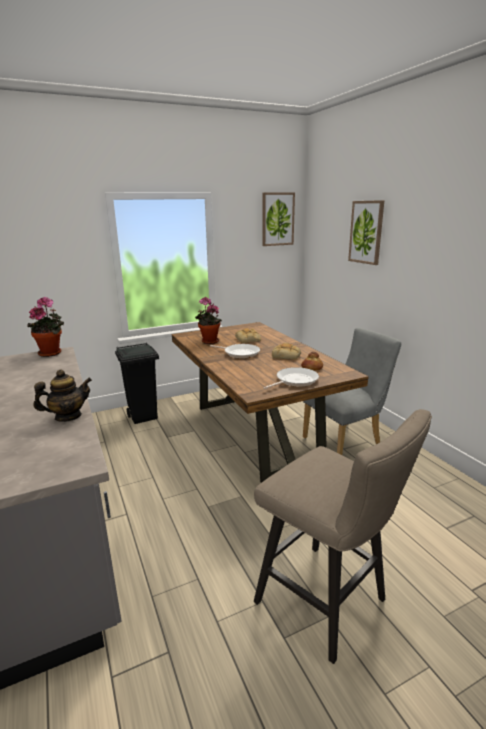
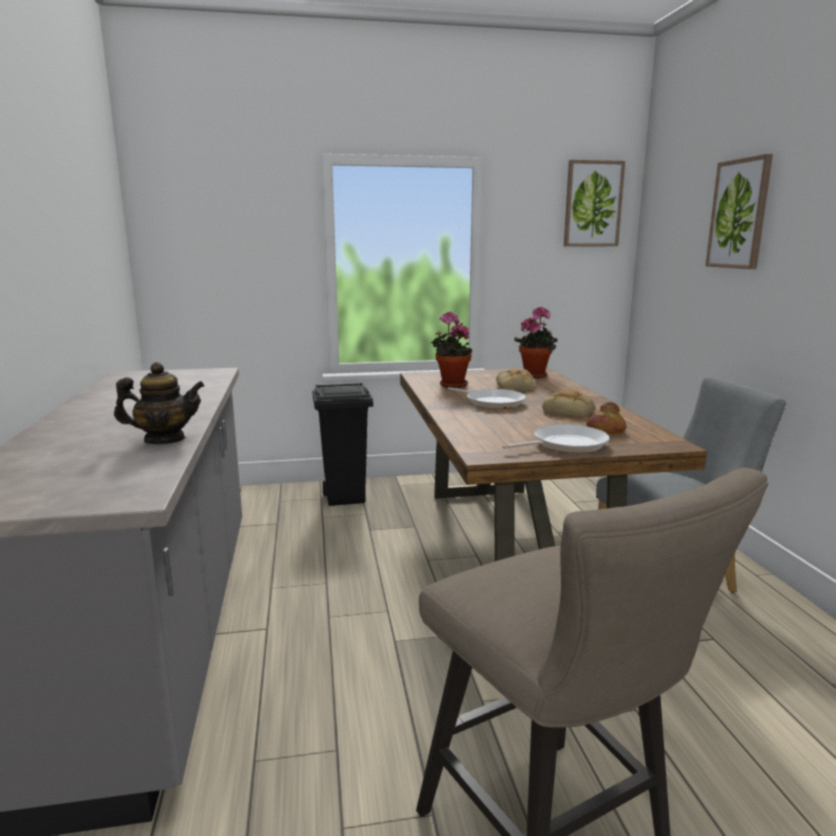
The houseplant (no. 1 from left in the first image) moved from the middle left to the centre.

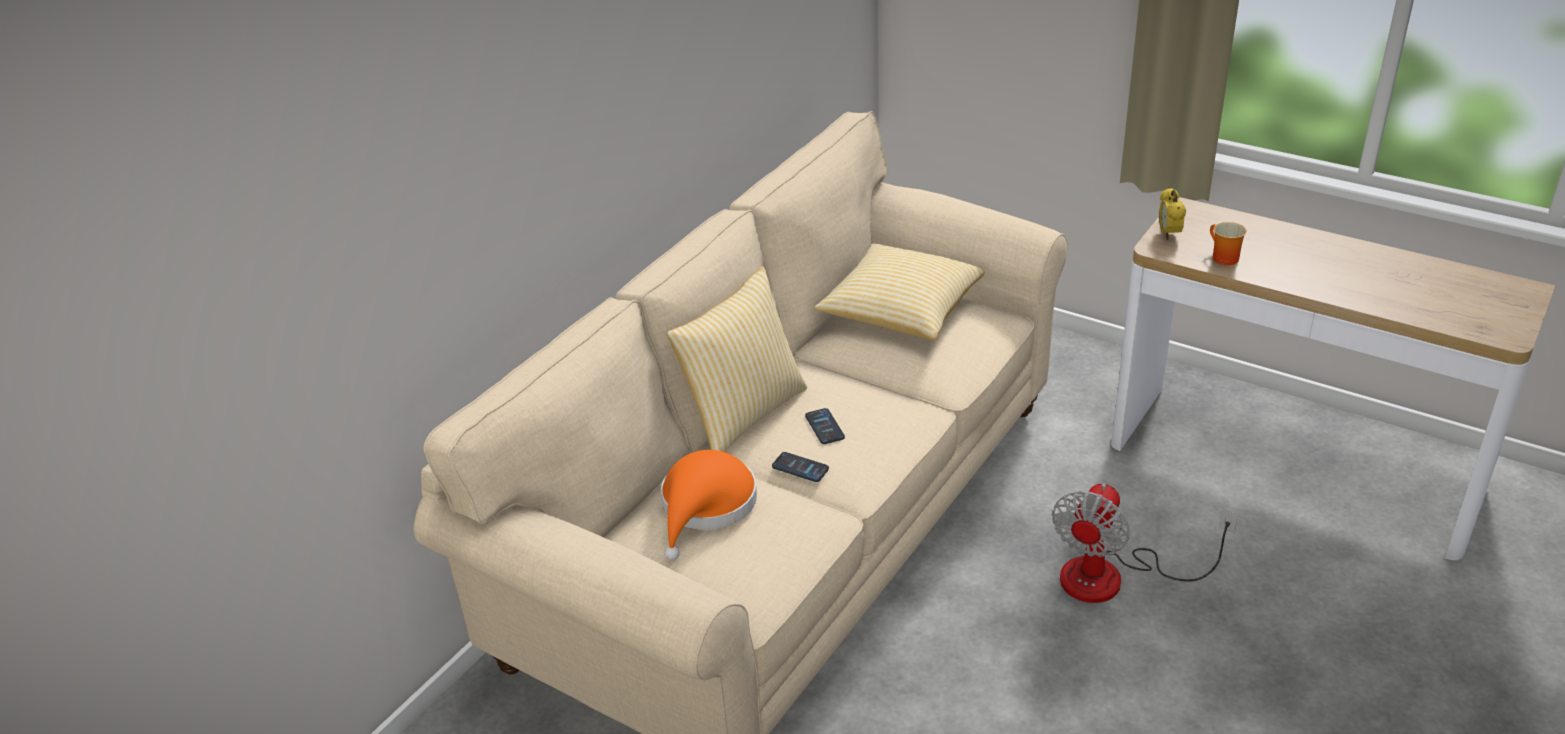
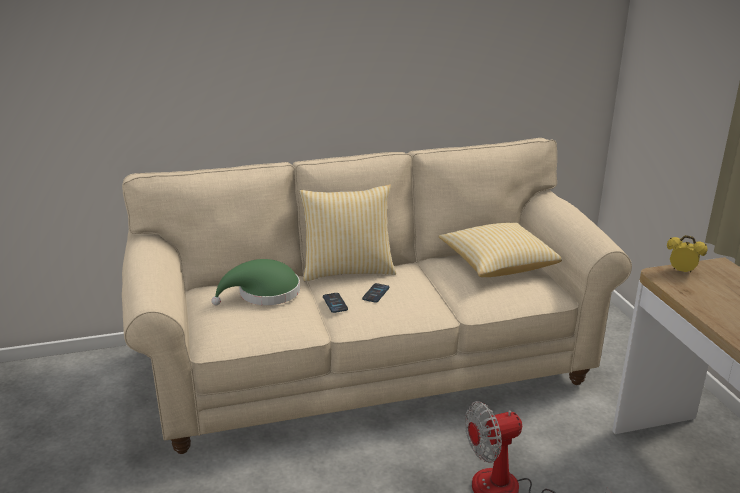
The hat (orange) at the bottom centre became the hat (greenish) at the centre. The table clock at the top right turned 75 degrees clockwise. The mug at the top right disappeared.

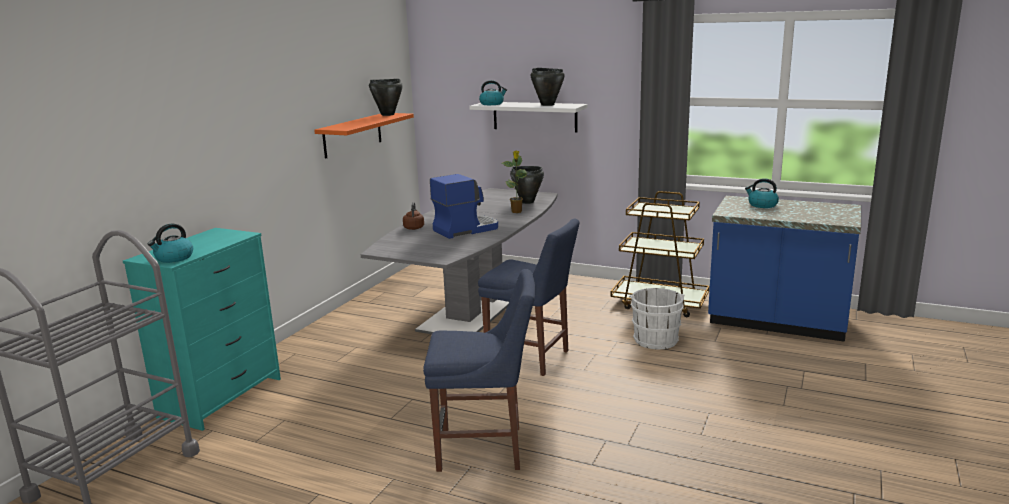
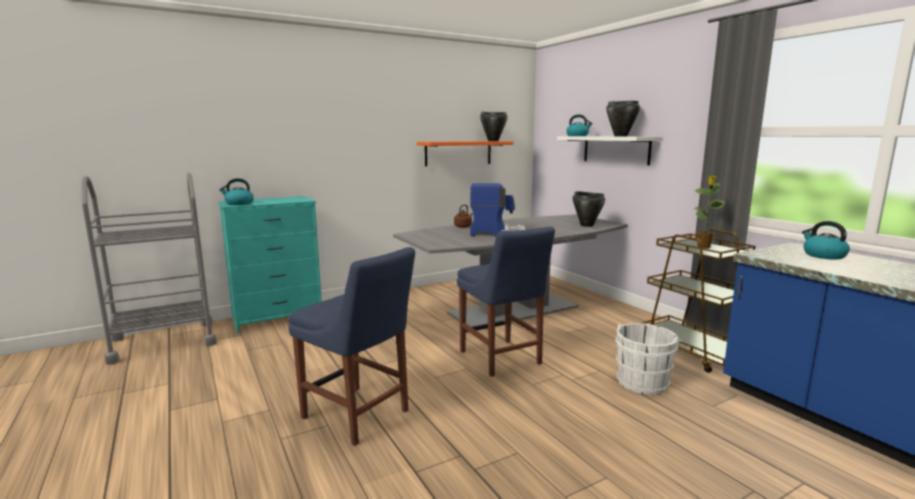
The houseplant moved from the centre to the middle right.

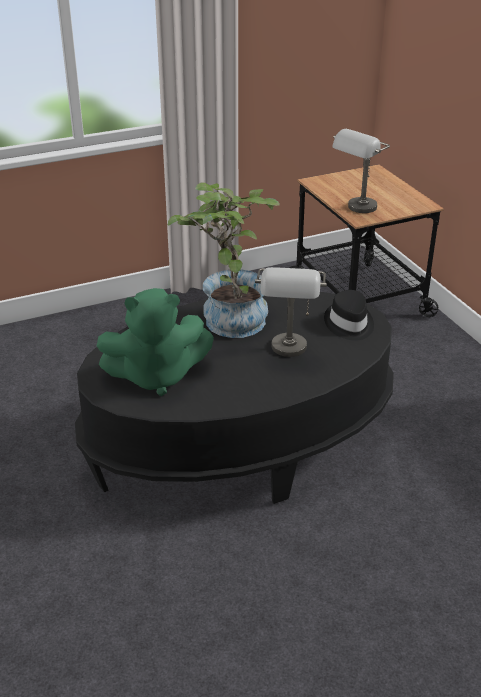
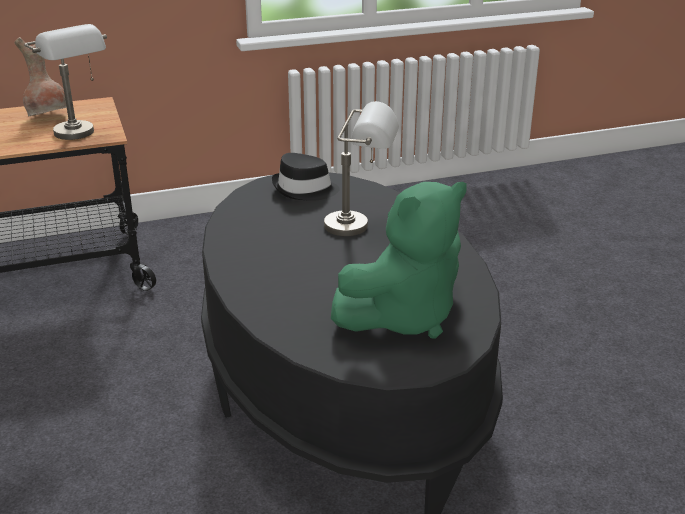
The plush toy (greenish) at the middle left turned 60 degrees clockwise. The houseplant at the centre disappeared. The flower vase (brown-coloured) at the top left appeared.

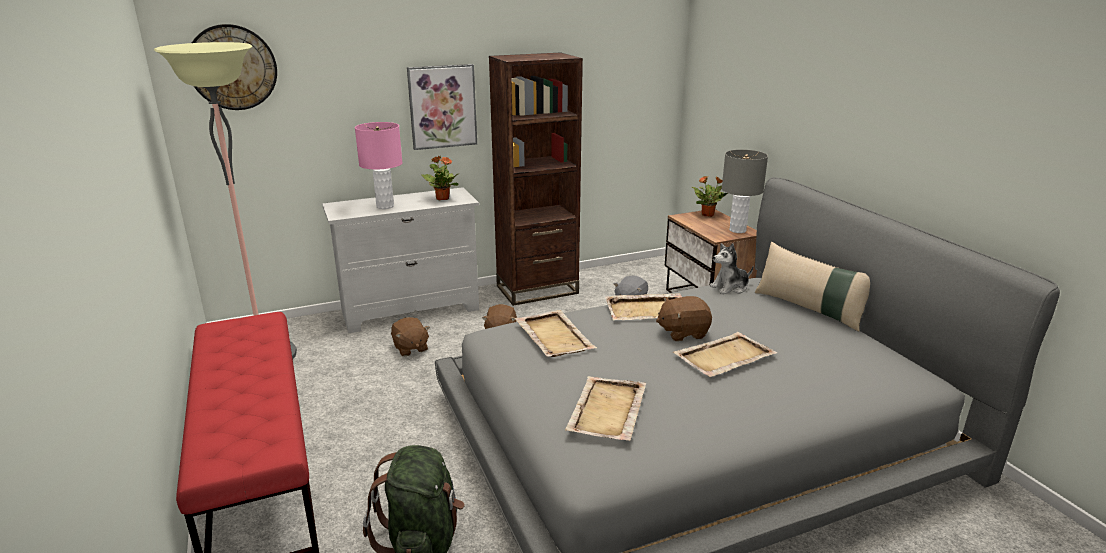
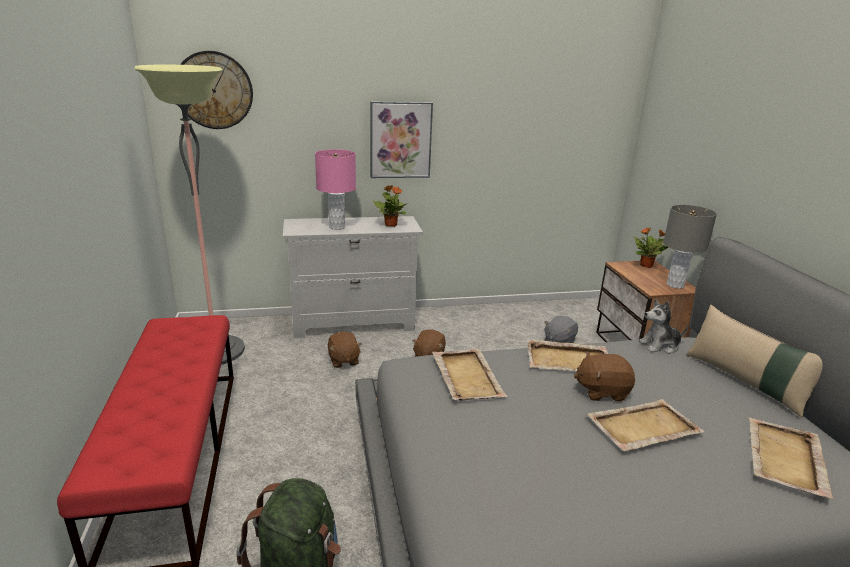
The bookcase (brown-coloured) at the top centre disappeared. The carrying tray (beige-coloured) (no. 2 from left in the first image) moved from the bottom centre to the bottom right.

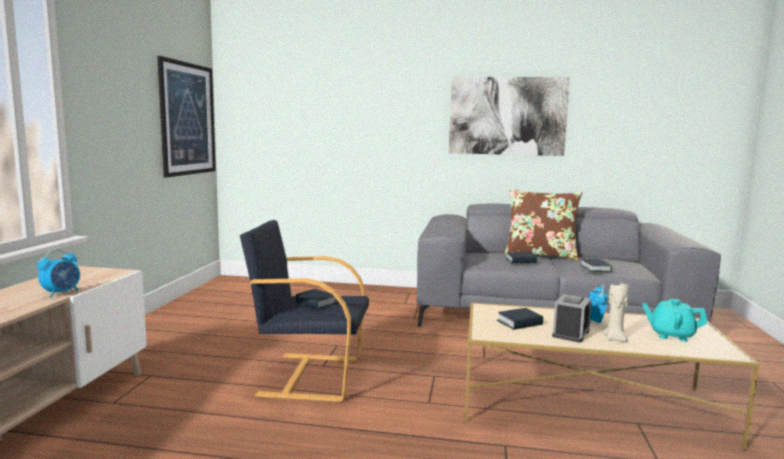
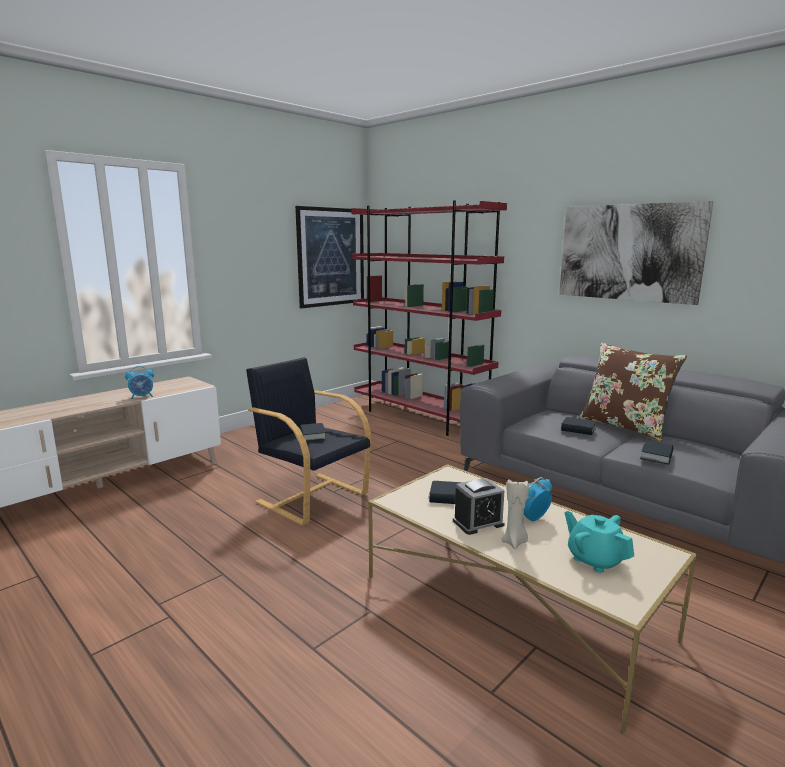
The bookcase (red) at the centre appeared.

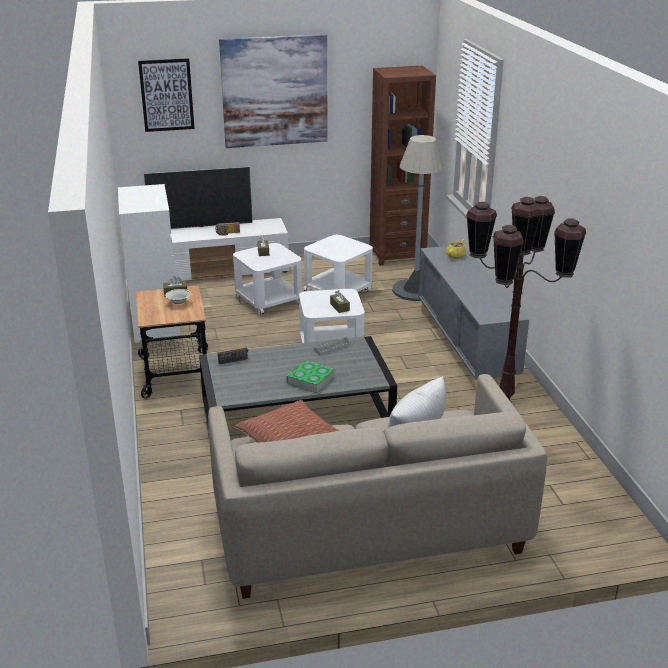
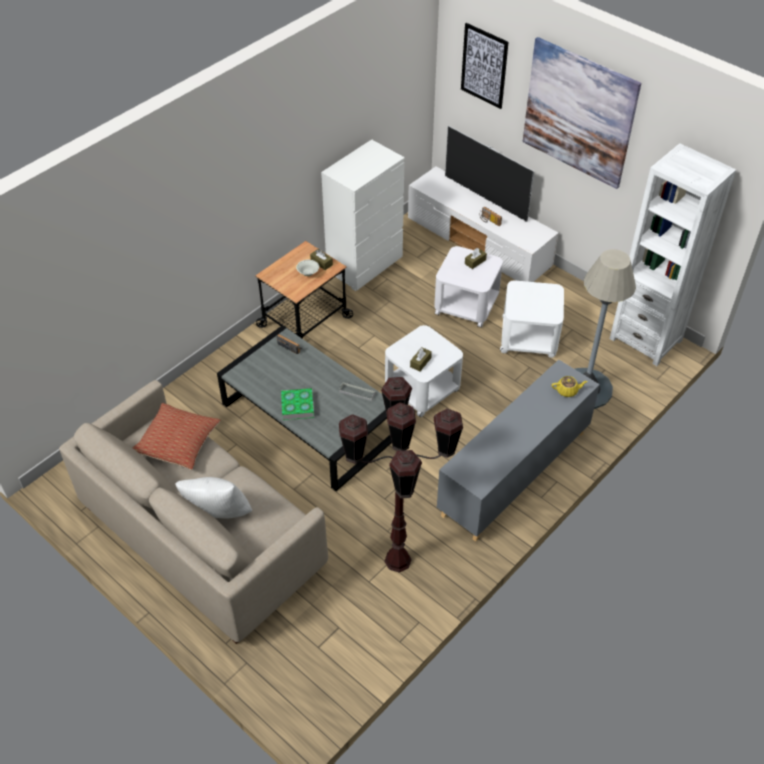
The bookcase (brown-coloured) at the top centre became the bookcase (white) at the top right.

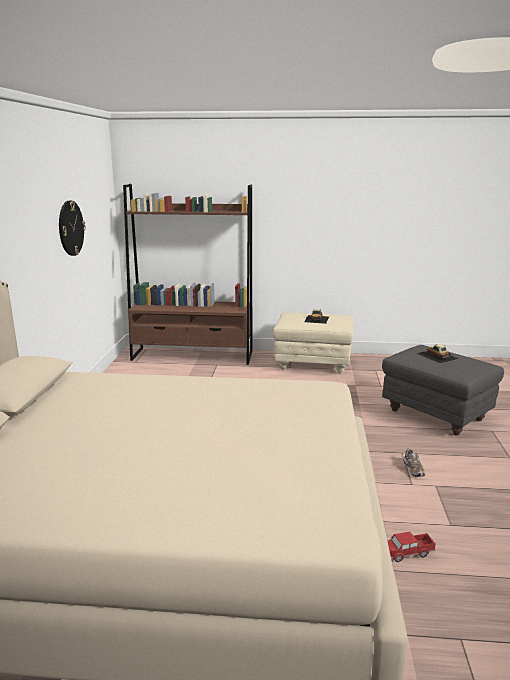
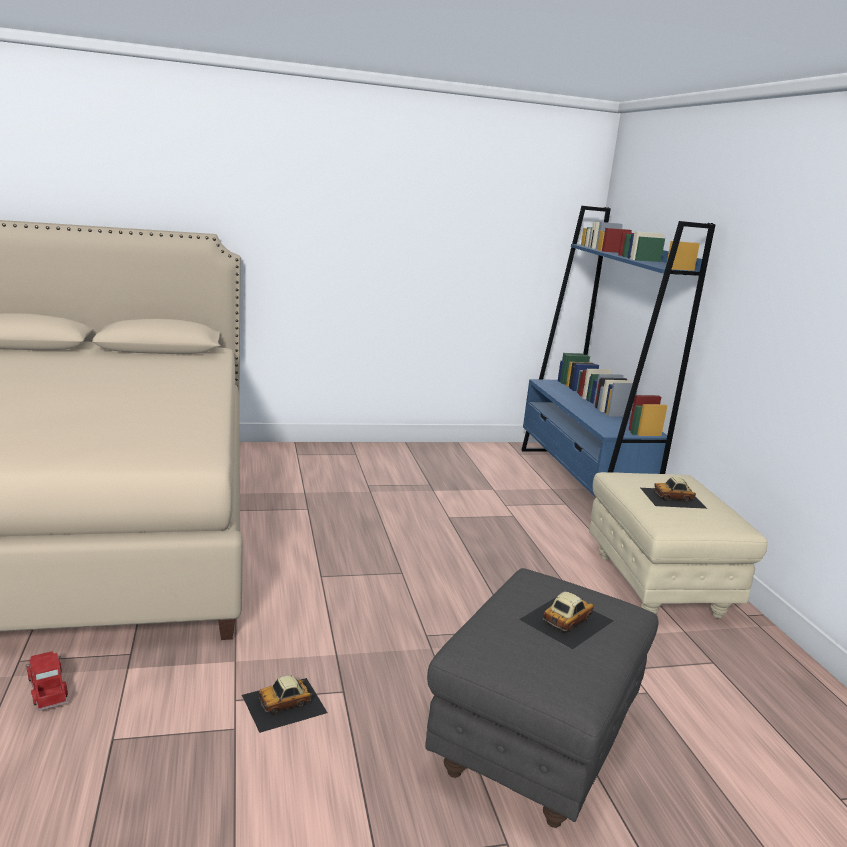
The hanging clock at the middle left disappeared. The bookcase (brown-coloured) at the centre became the bookcase (blue-coloured) at the middle right. The item of footwear at the bottom right was replaced by the toy car (no. 1 from left) at the bottom centre.

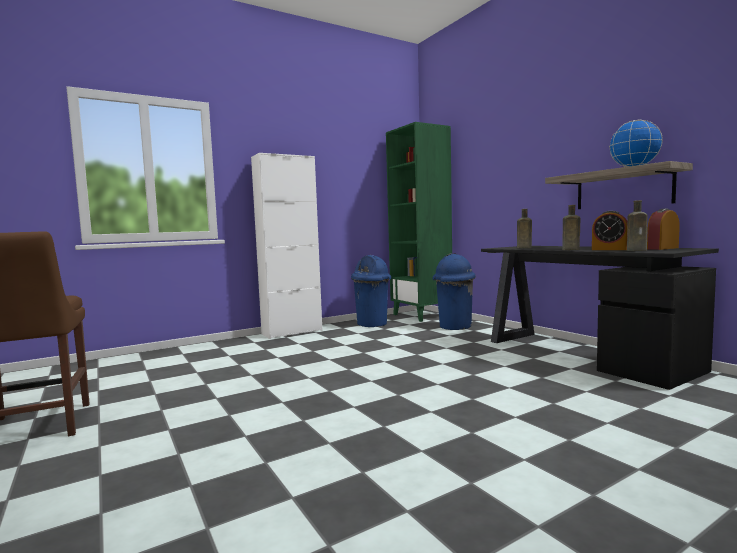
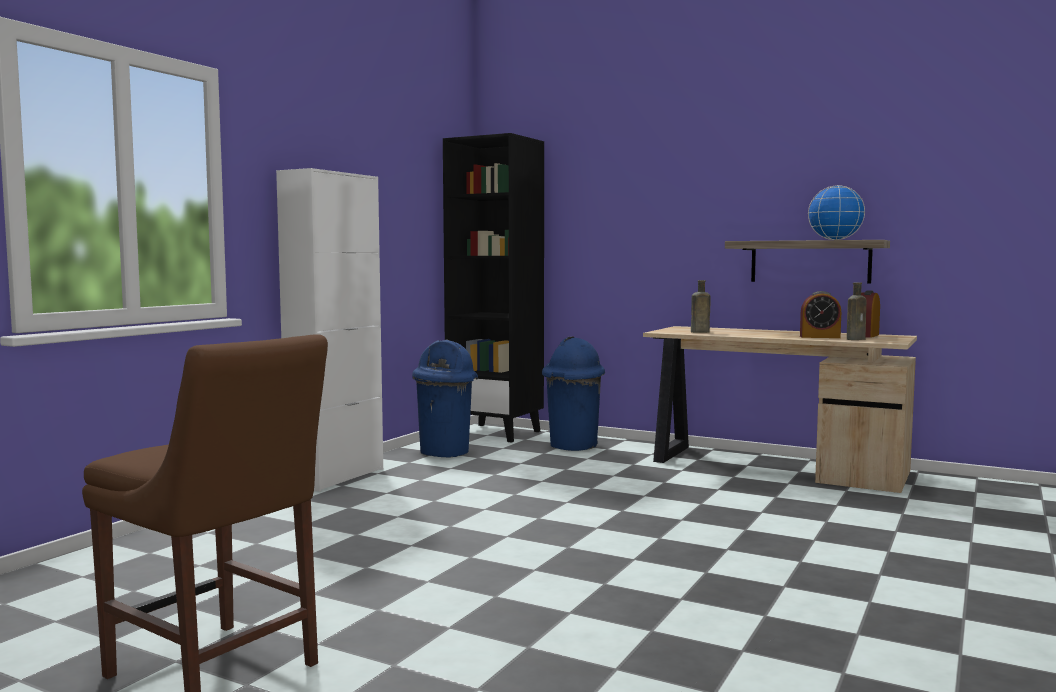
The bookcase (greenish) at the centre became the bookcase (black-coloured) at the centre. The desk unit (black-coloured) at the middle right became the desk unit (beige-coloured) at the middle right. The drink bottle (brown-coloured) (no. 2 from left) at the middle right disappeared.

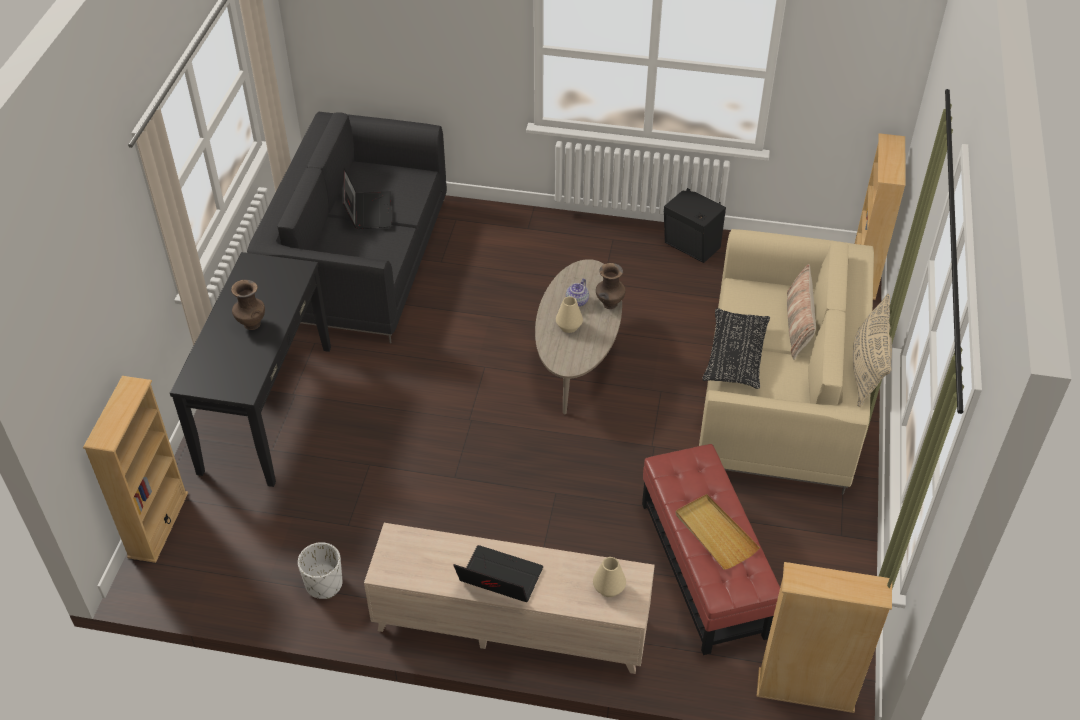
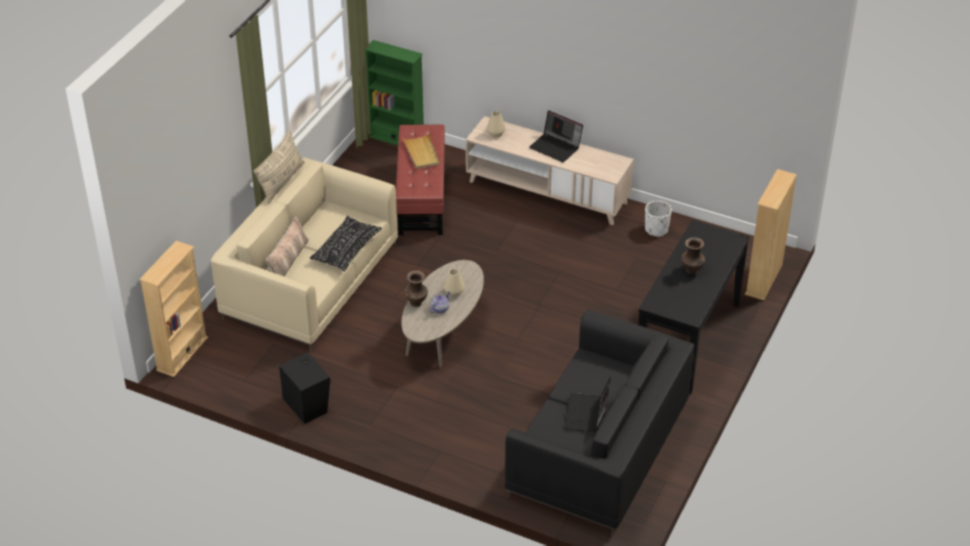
The bookcase (beige-coloured) (no. 2 from left) at the bottom right became the bookcase (greenish) at the top centre.

